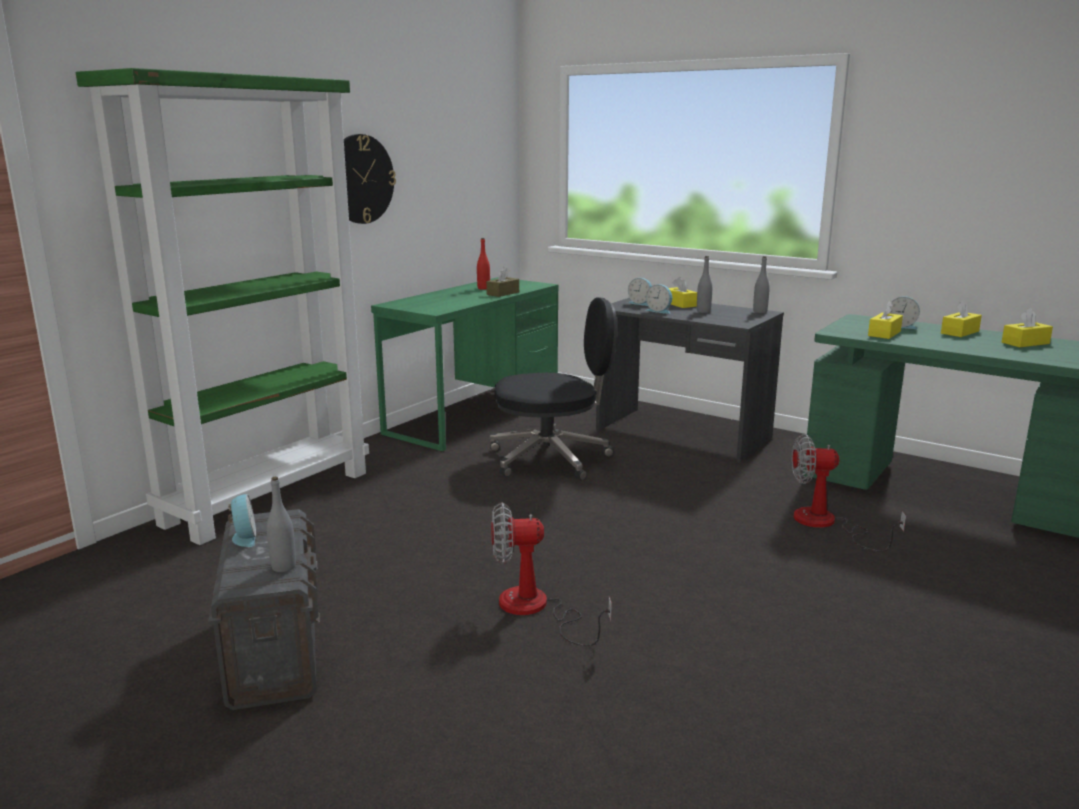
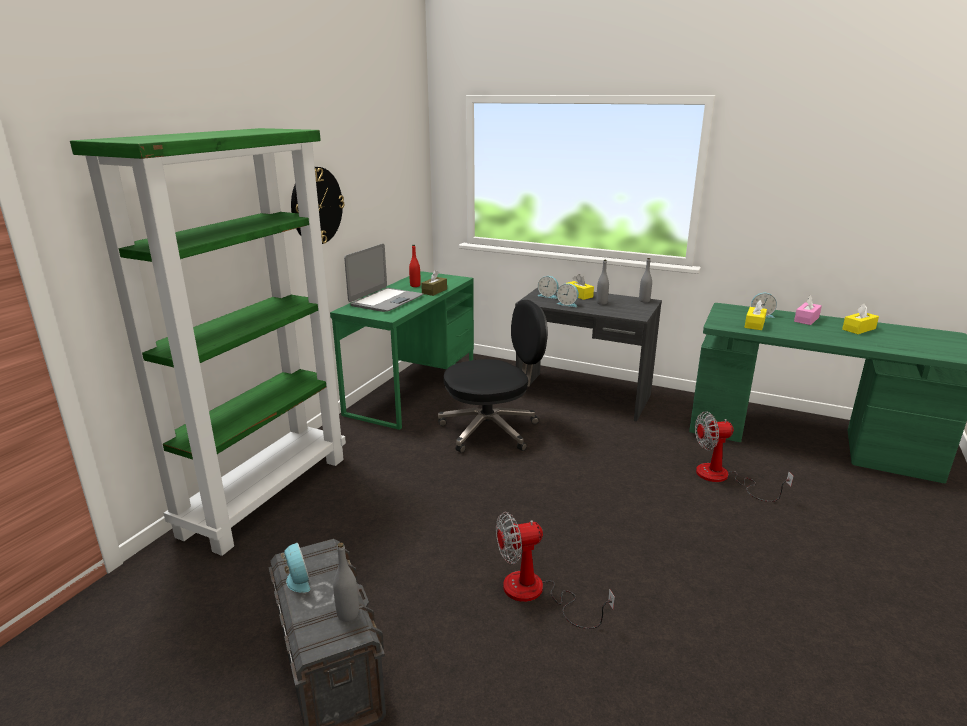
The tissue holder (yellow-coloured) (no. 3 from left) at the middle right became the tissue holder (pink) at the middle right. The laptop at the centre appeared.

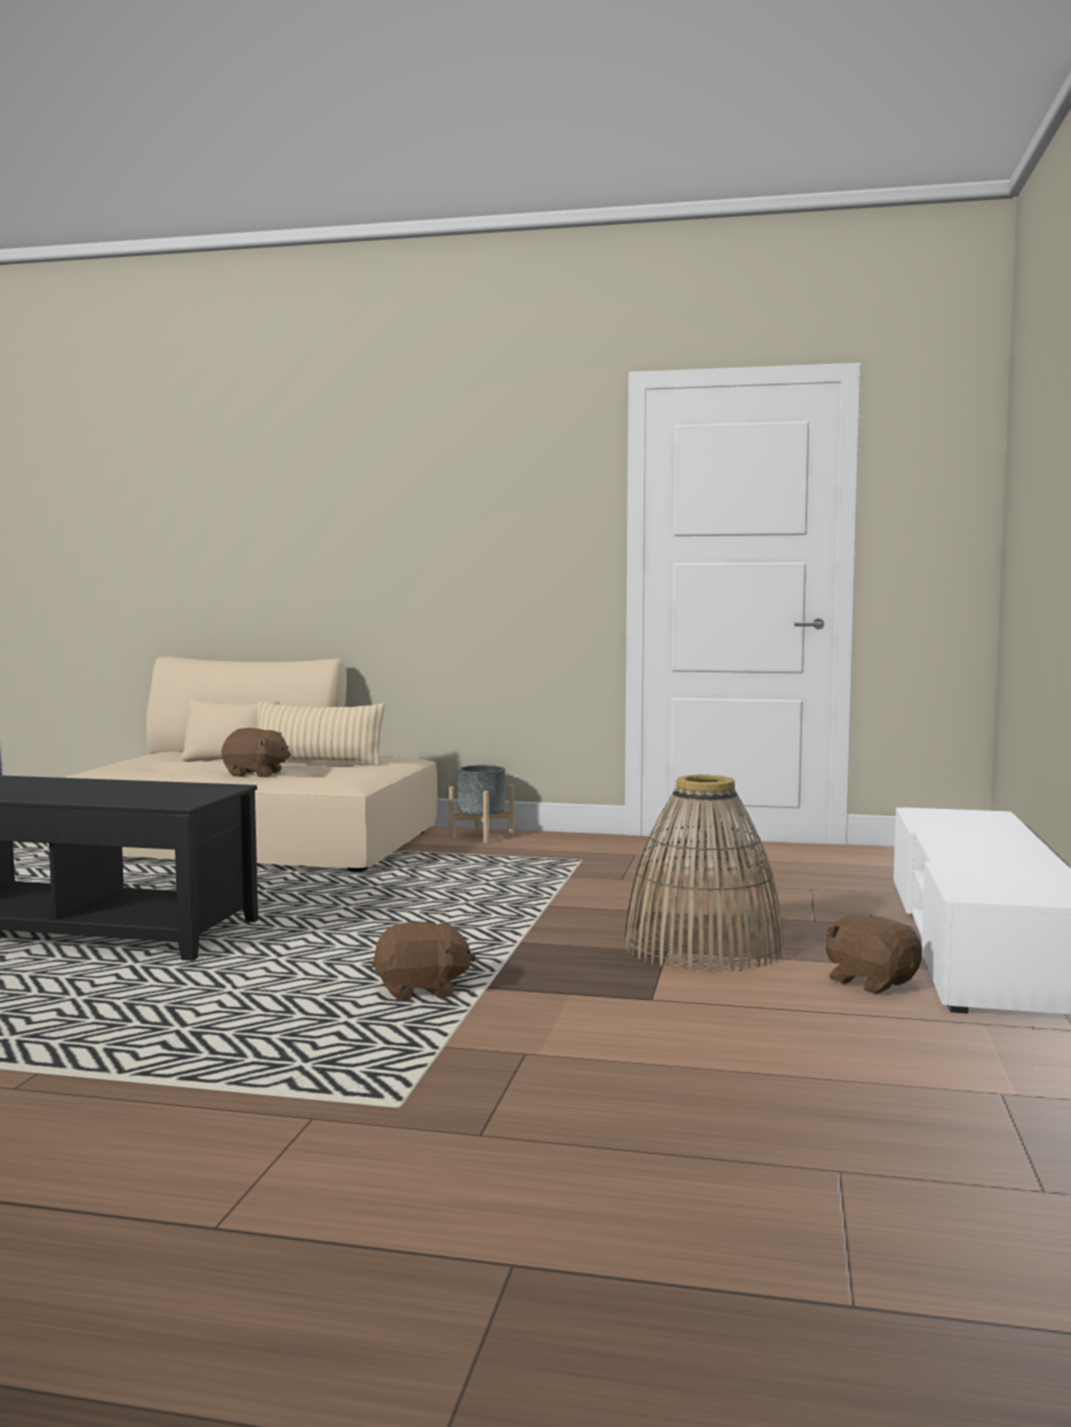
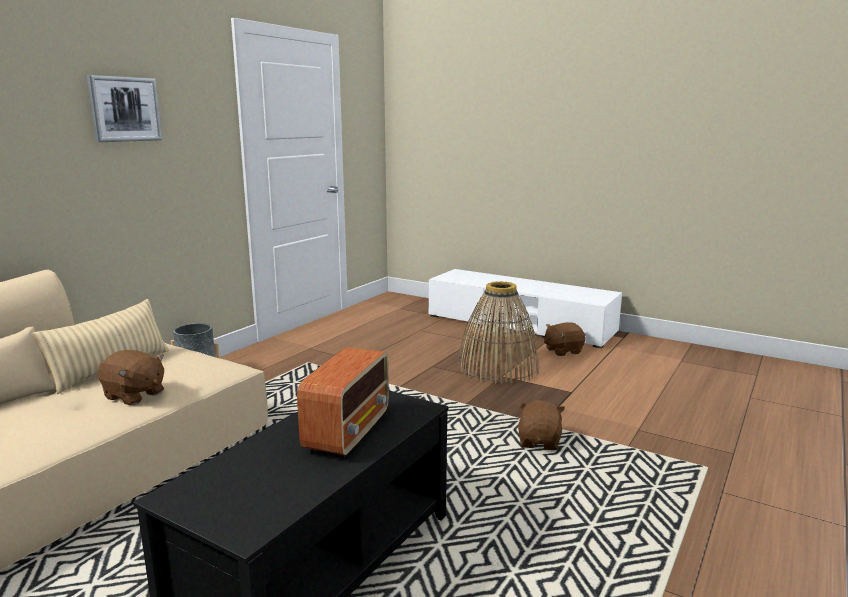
The plush toy (brown-coloured) (no. 1 from left) at the middle left turned 90 degrees clockwise. The wall art at the top left appeared. The radio set at the bottom centre appeared.

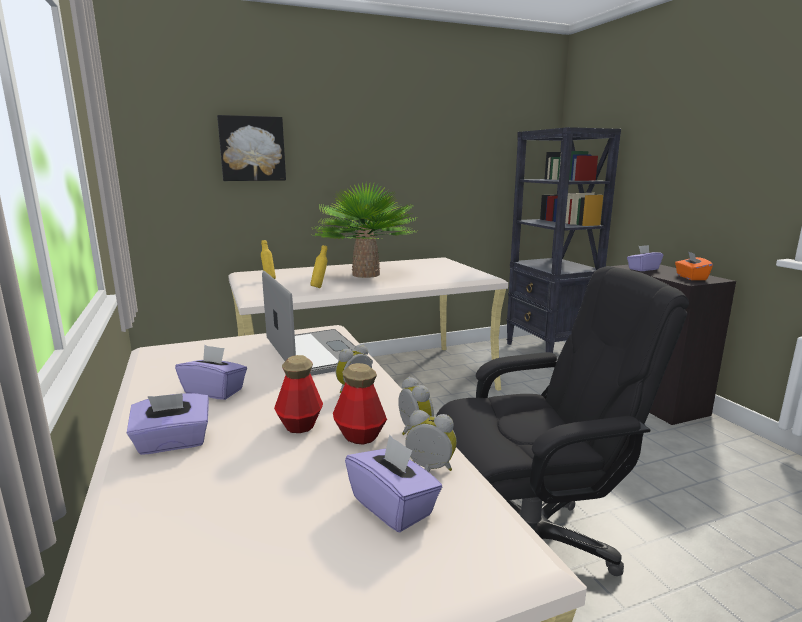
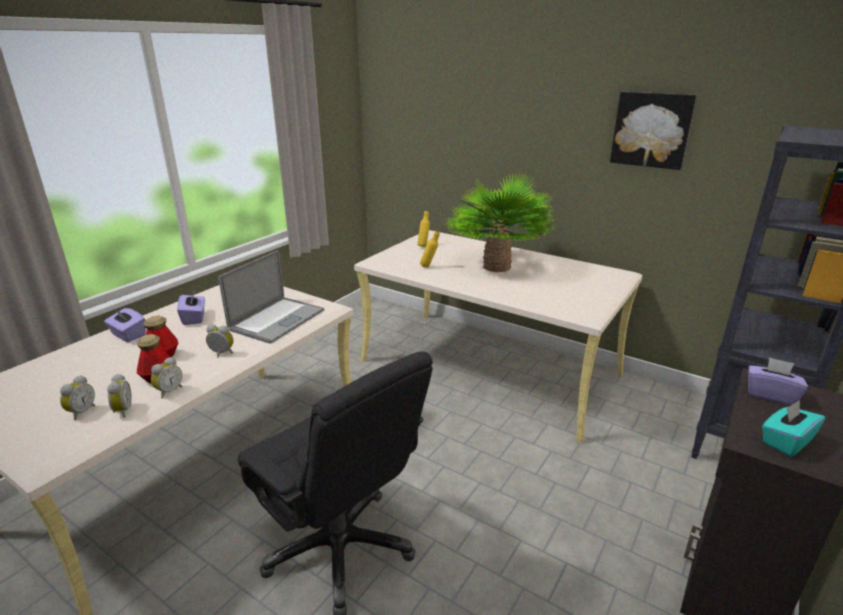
The wall art moved from the top left to the top right. The tissue holder (purple-coloured) (no. 3 from left) at the bottom centre was replaced by the table clock (no. 1 from left) at the middle left. The tissue holder (orange) at the middle right became the tissue holder (blue-green) at the bottom right.

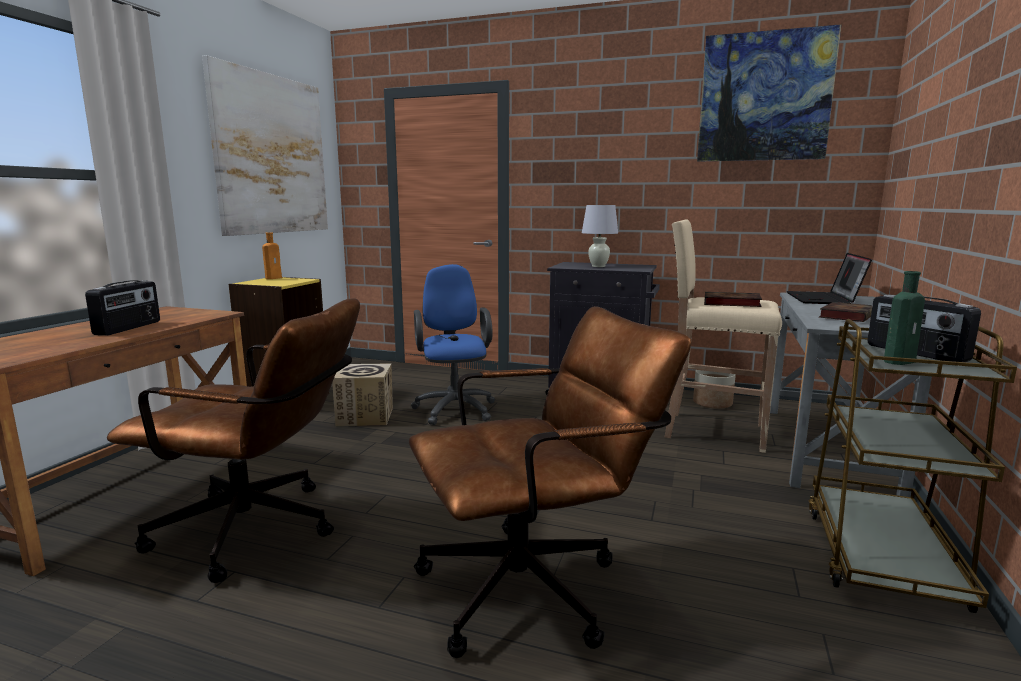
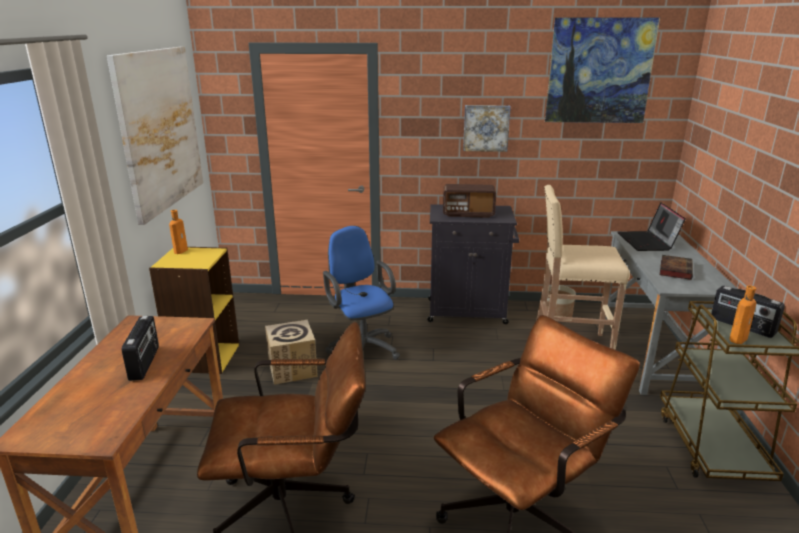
The lamp for a table (white) at the centre was replaced by the radio set (no. 2 from left) at the centre. The volume (no. 1 from left) at the middle right disappeared. The drink bottle (greenish) at the middle right became the drink bottle (orange) (no. 2 from left) at the middle right. The wall art (no. 2 from left) at the top centre appeared.

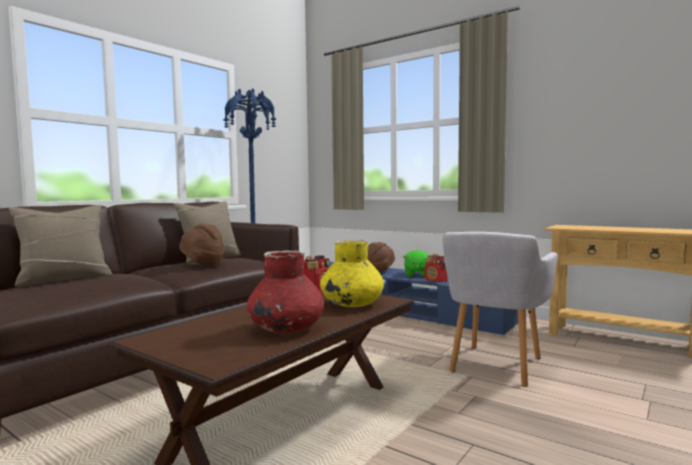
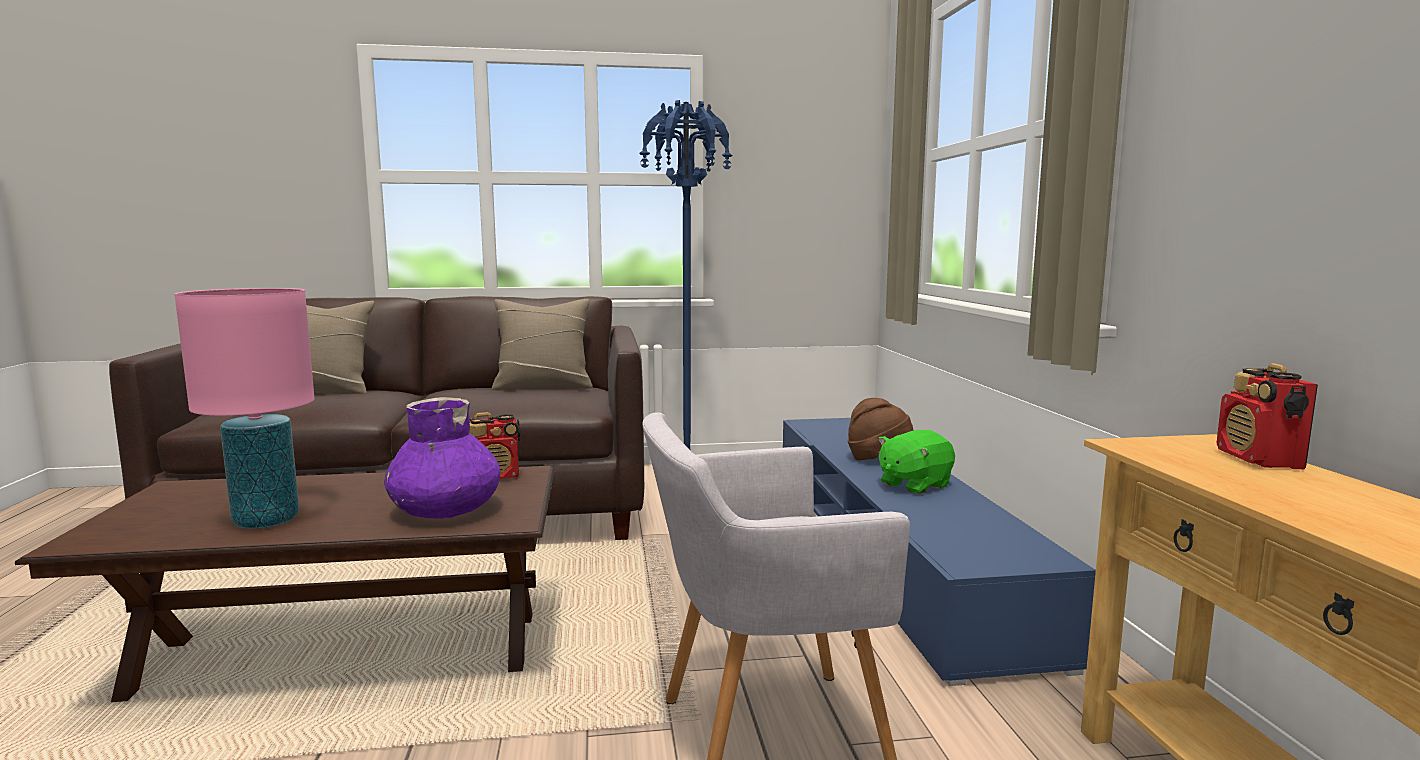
The hat (brown-coloured) (no. 1 from left) at the middle left disappeared. The flower vase (red) at the centre was replaced by the lamp for a table (pink) at the middle left. The flower vase (yellow-coloured) at the centre became the flower vase (purple-coloured) at the middle left. The radio set (no. 2 from left) moved from the centre to the middle right.

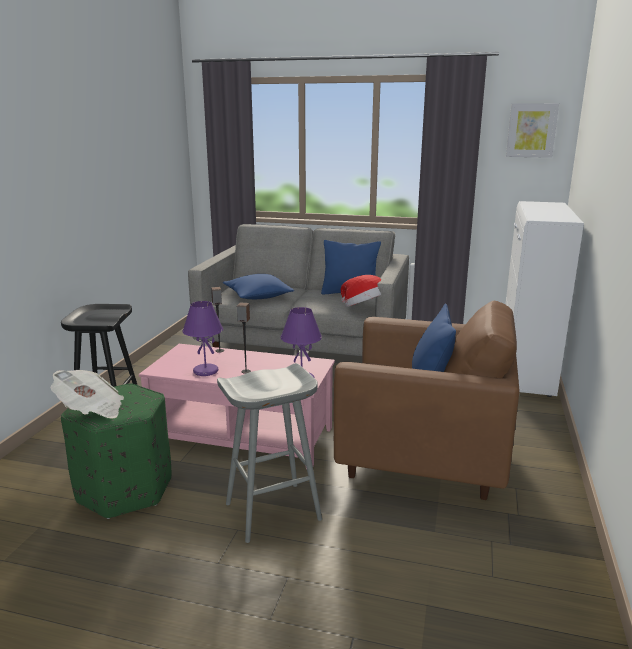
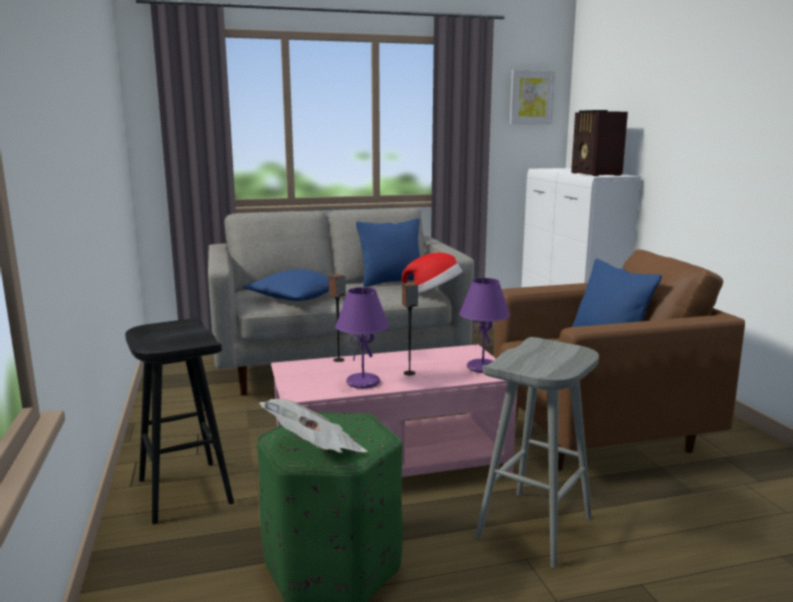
The radio set at the top right appeared.

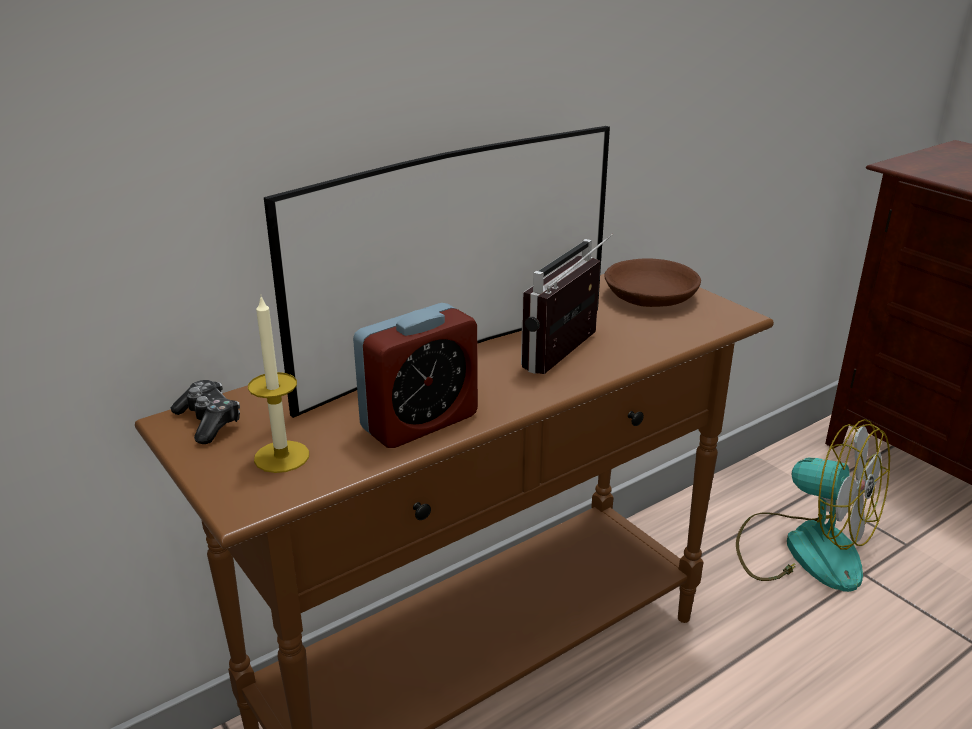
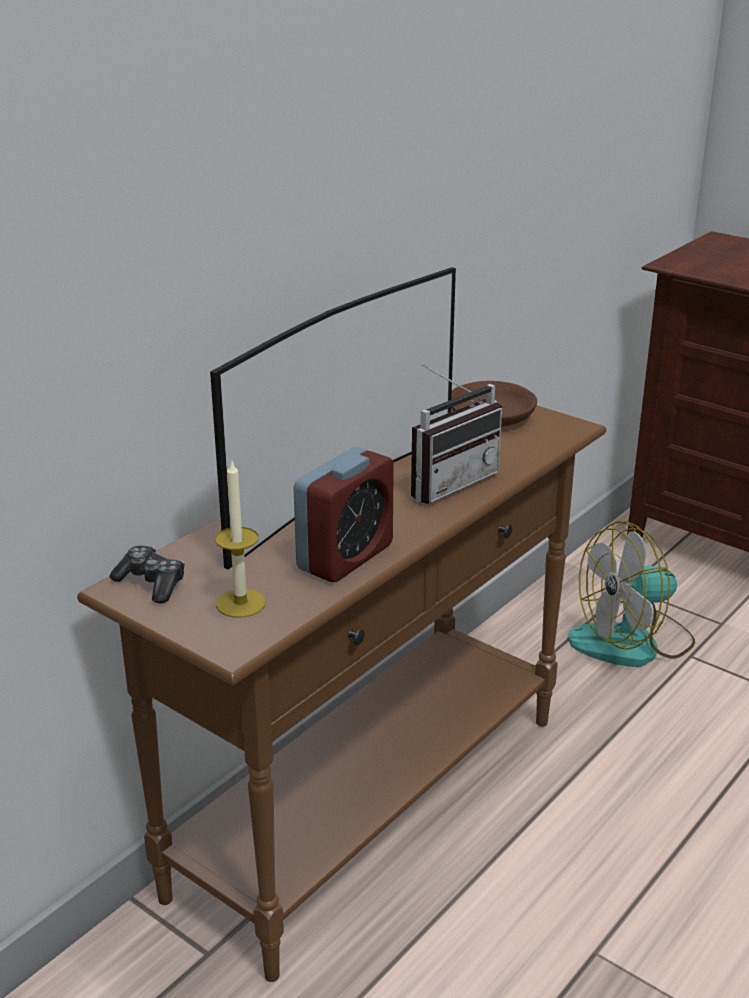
The radio set at the centre turned 150 degrees counterclockwise. The electric fan at the bottom right turned 135 degrees clockwise.

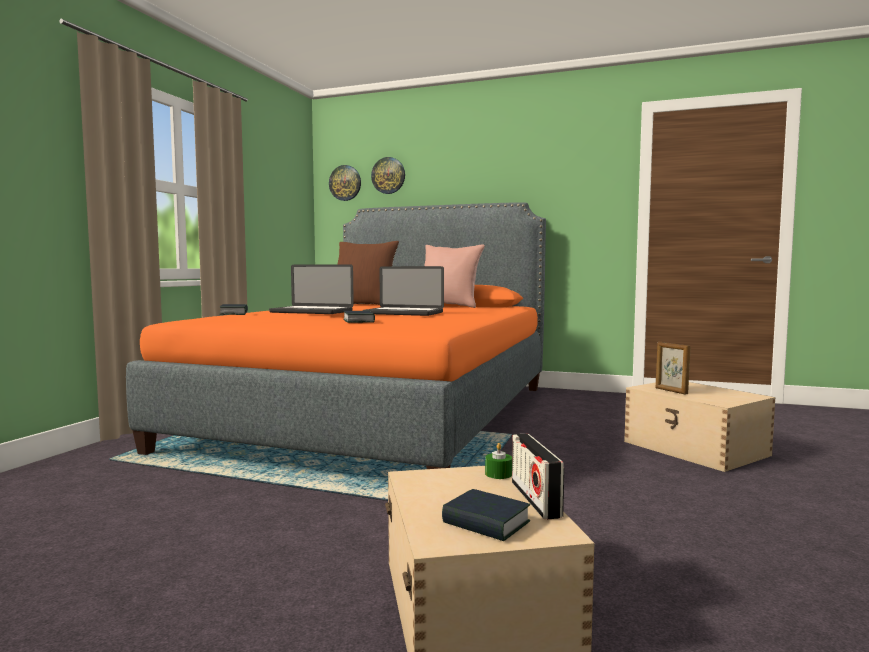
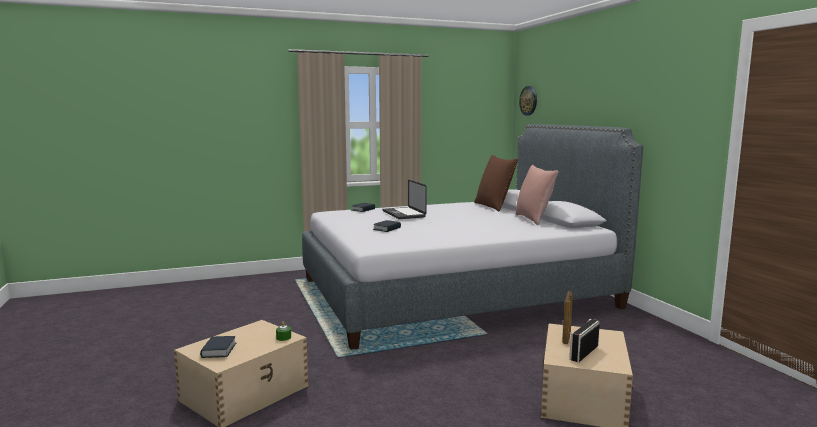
The bed (orange) at the centre became the bed (greyish) at the centre. The laptop (no. 2 from left) at the centre disappeared. The hanging clock (no. 2 from left) at the top centre disappeared. The radio set moved from the bottom centre to the bottom right.

